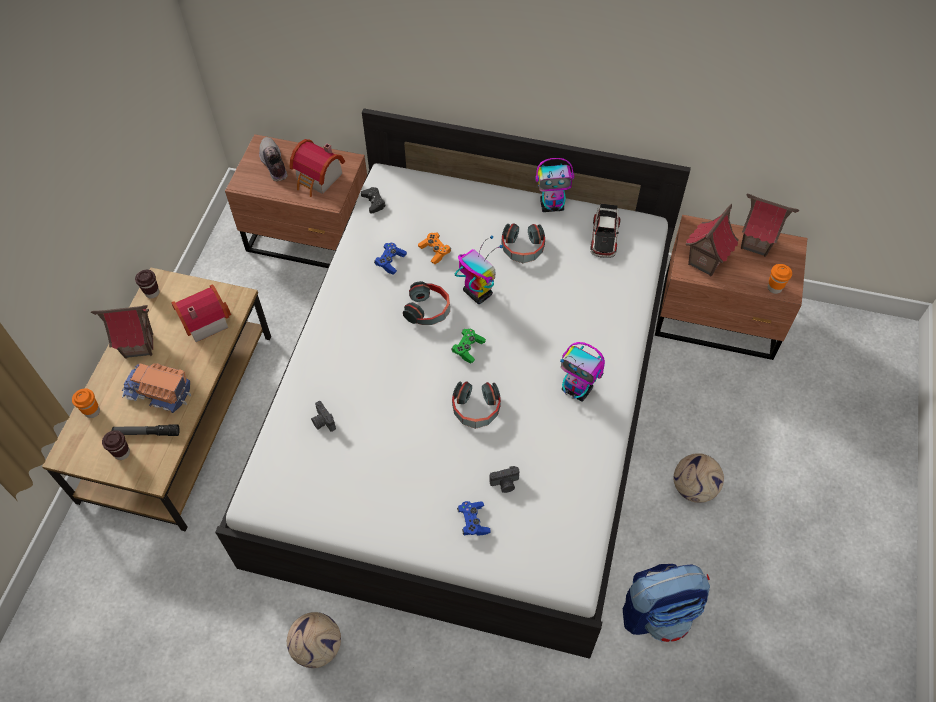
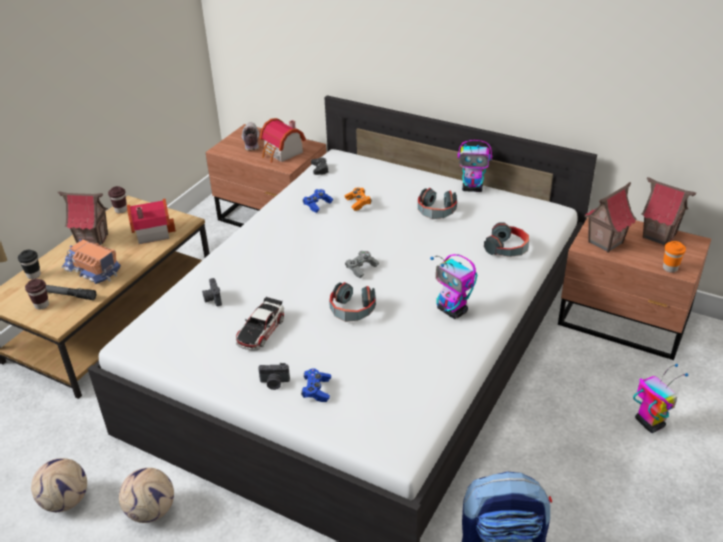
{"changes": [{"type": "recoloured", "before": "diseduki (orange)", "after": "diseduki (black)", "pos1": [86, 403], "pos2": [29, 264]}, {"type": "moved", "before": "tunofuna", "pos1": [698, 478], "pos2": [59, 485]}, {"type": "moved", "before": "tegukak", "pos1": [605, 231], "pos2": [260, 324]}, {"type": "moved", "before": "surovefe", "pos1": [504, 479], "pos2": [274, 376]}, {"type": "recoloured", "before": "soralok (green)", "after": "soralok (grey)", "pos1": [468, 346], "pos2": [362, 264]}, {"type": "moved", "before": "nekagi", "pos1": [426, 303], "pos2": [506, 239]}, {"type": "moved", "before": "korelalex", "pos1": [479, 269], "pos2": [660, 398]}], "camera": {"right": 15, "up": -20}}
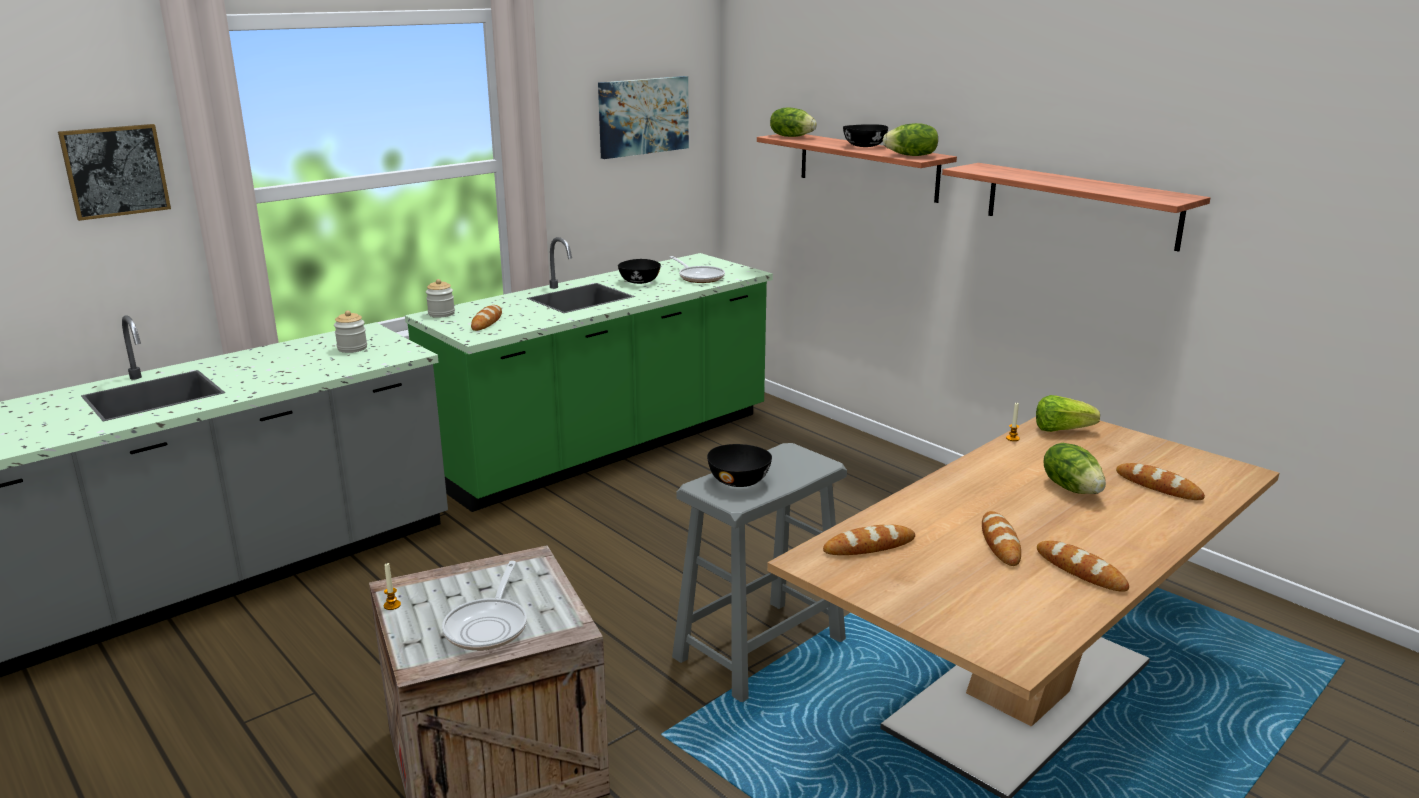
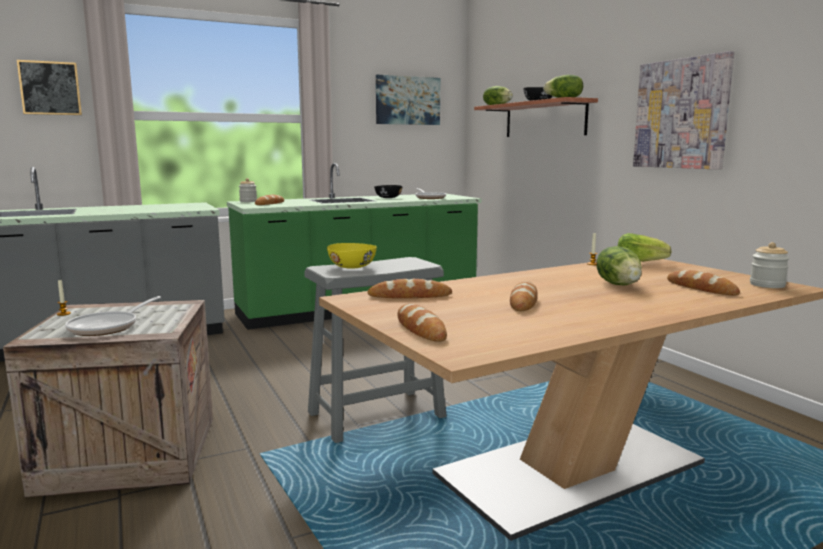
{"changes": [{"type": "recoloured", "before": "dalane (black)", "after": "dalane (yellow)", "pos1": [739, 465], "pos2": [352, 256]}, {"type": "moved", "before": "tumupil", "pos1": [1083, 566], "pos2": [422, 323]}, {"type": "replaced", "before": "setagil", "after": "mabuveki", "pos1": [1076, 207], "pos2": [683, 110]}, {"type": "moved", "before": "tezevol", "pos1": [350, 332], "pos2": [770, 265]}], "camera": {"right": 15, "up": -10}}
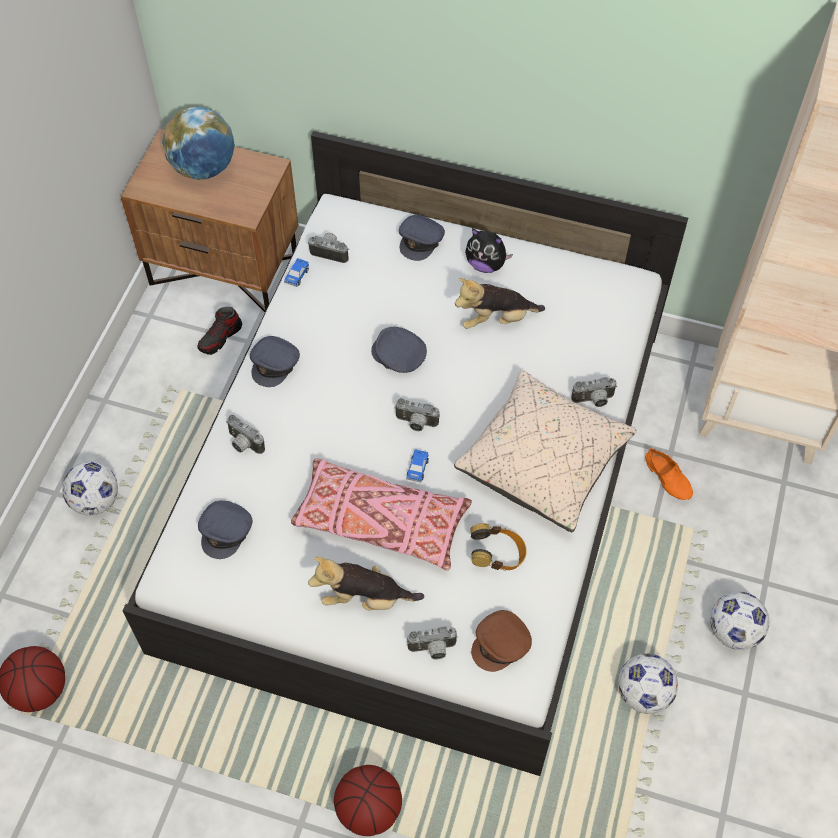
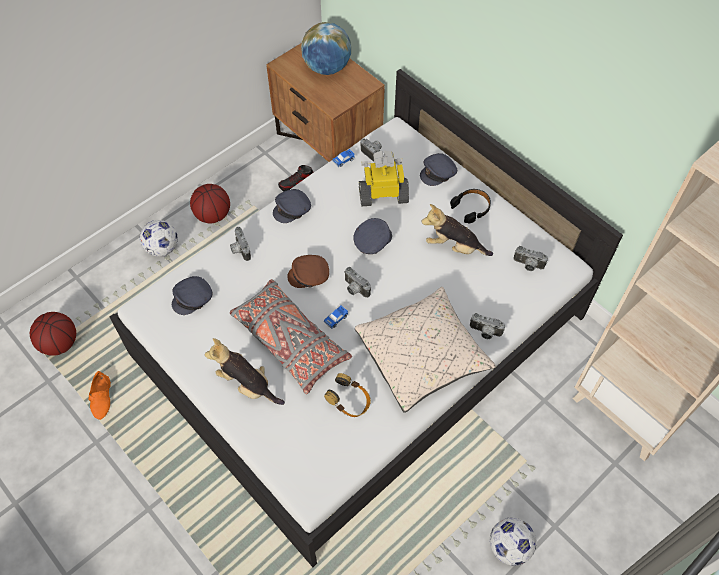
{"changes": [{"type": "moved", "before": "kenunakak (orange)", "pos1": [669, 474], "pos2": [99, 395]}, {"type": "moved", "before": "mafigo", "pos1": [368, 800], "pos2": [210, 204]}, {"type": "recoloured", "before": "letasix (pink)", "after": "letasix (grey)", "pos1": [381, 515], "pos2": [291, 336]}, {"type": "moved", "before": "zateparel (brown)", "pos1": [501, 641], "pos2": [308, 271]}, {"type": "turned", "before": "zateparel (grey)", "pos1": [399, 350], "pos2": [372, 236], "turn": 75}, {"type": "added", "after": "korelalex", "pos2": [384, 178]}, {"type": "replaced", "before": "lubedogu", "after": "nekagi (black)", "pos1": [489, 250], "pos2": [470, 206]}, {"type": "moved", "before": "surovefe", "pos1": [432, 642], "pos2": [530, 258]}, {"type": "removed", "before": "tunofuna", "pos1": [648, 684]}], "camera": {"right": 30, "up": 0}}
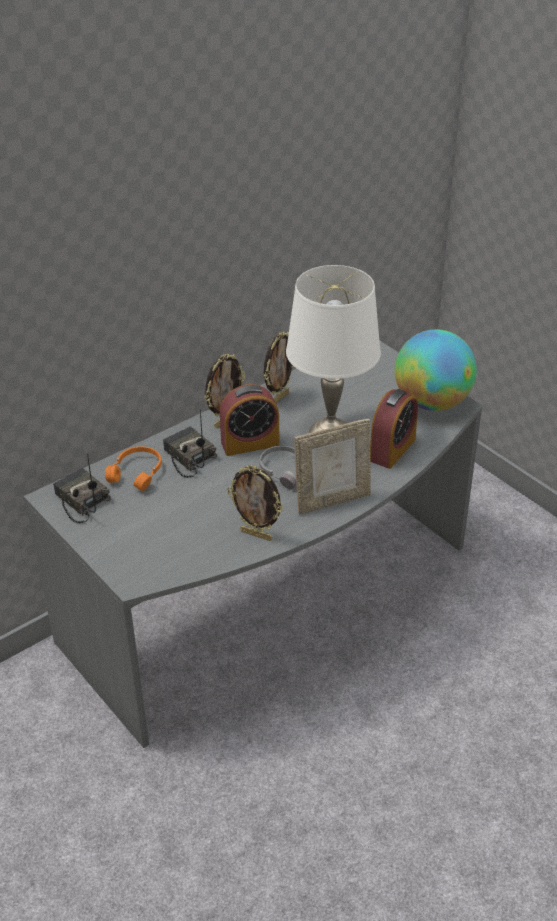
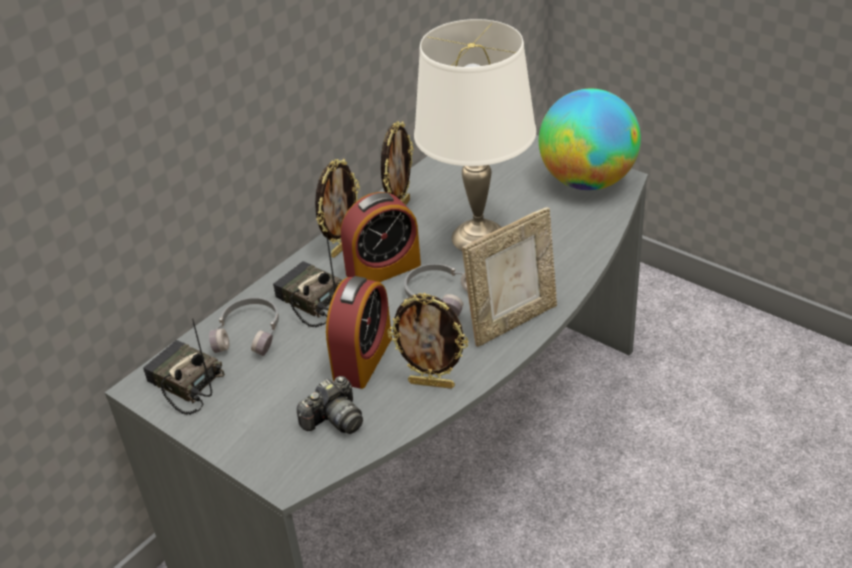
{"changes": [{"type": "recoloured", "before": "nekagi (orange)", "after": "nekagi (grey)", "pos1": [133, 468], "pos2": [244, 326]}, {"type": "added", "after": "surovefe", "pos2": [330, 405]}, {"type": "moved", "before": "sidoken", "pos1": [394, 429], "pos2": [359, 332]}], "camera": {"right": -10, "up": 0}}
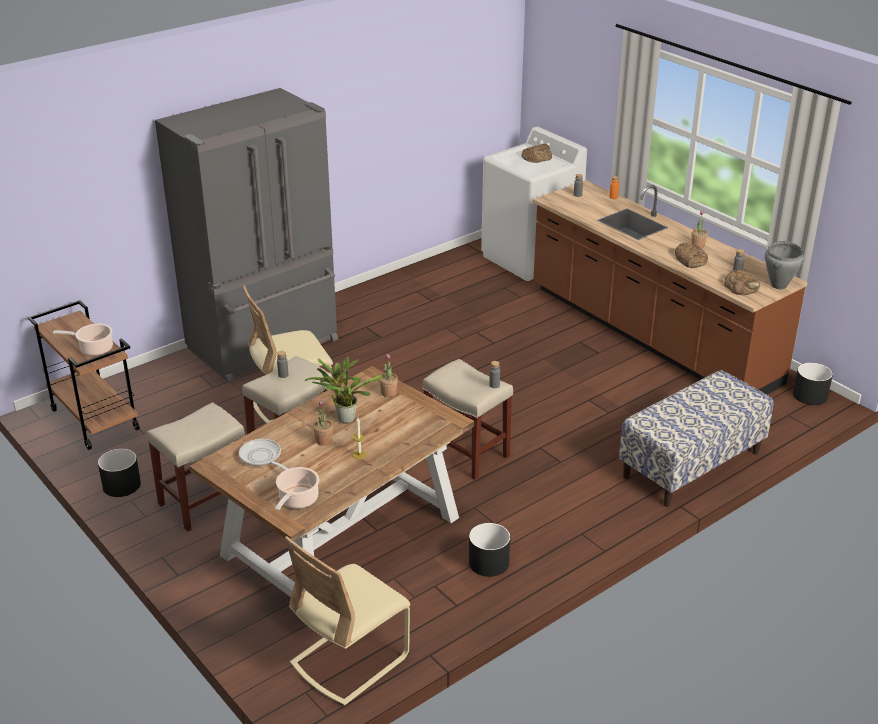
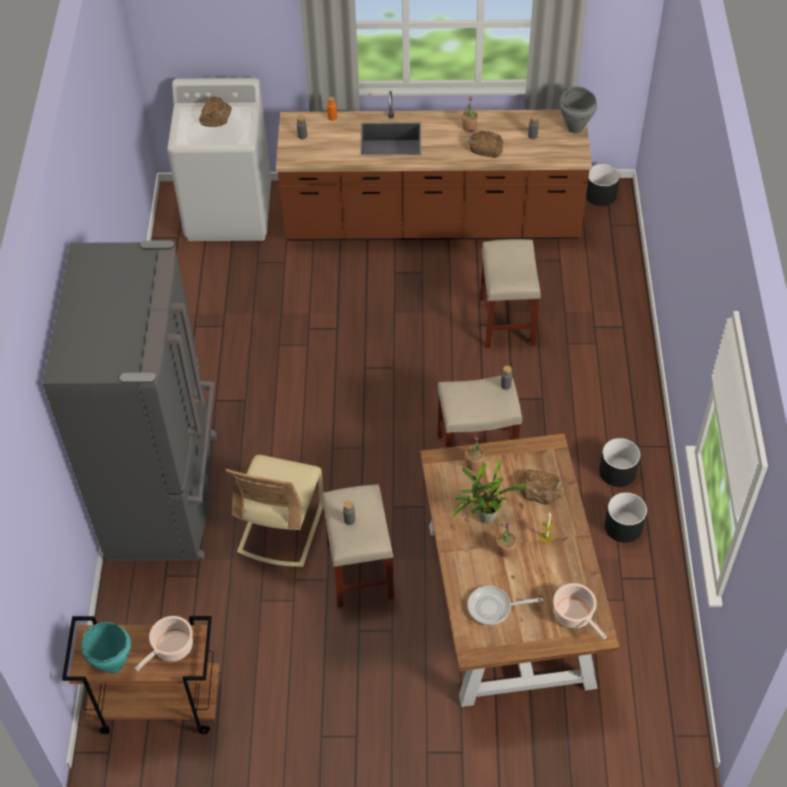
{"changes": [{"type": "added", "after": "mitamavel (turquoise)", "pos2": [106, 648]}, {"type": "moved", "before": "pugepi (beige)", "pos1": [196, 467], "pos2": [510, 293]}, {"type": "moved", "before": "tumupil", "pos1": [742, 282], "pos2": [541, 487]}, {"type": "moved", "before": "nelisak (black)", "pos1": [119, 472], "pos2": [619, 462]}, {"type": "removed", "before": "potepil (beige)", "pos1": [347, 621]}, {"type": "removed", "before": "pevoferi", "pos1": [696, 438]}], "camera": {"right": -50, "up": 20}}
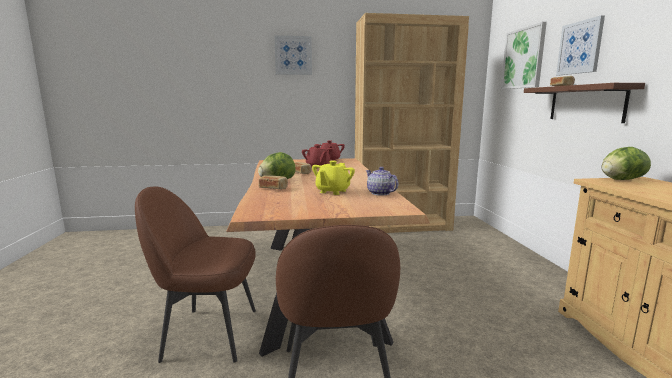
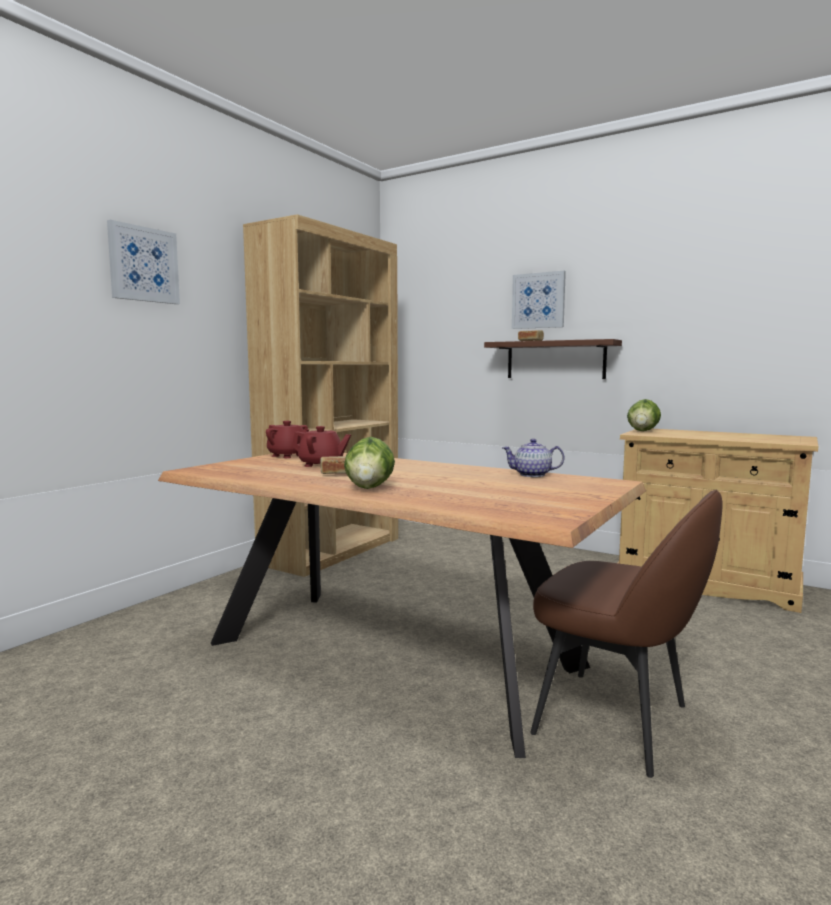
{"changes": [{"type": "removed", "before": "potepil (brown)", "pos1": [195, 275]}, {"type": "removed", "before": "tumupil", "pos1": [273, 182]}, {"type": "removed", "before": "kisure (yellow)", "pos1": [333, 178]}, {"type": "removed", "before": "mabuveki", "pos1": [524, 55]}], "camera": {"right": -50, "up": -5}}
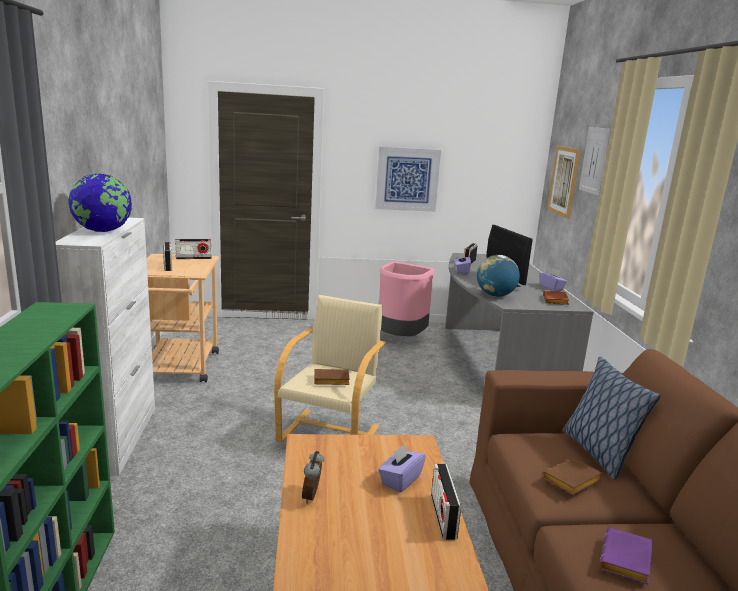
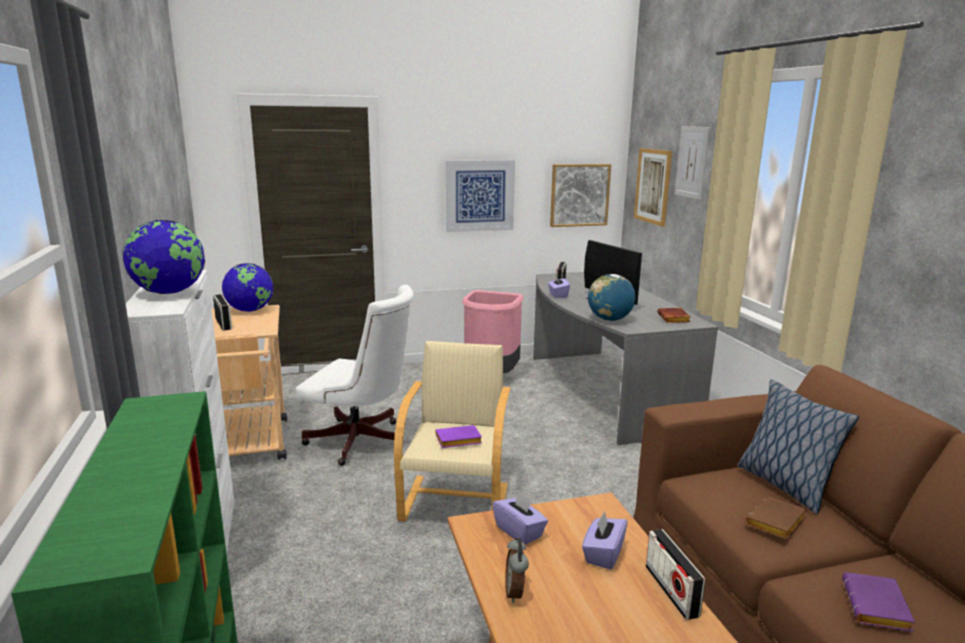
{"changes": [{"type": "replaced", "before": "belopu", "after": "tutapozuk", "pos1": [193, 249], "pos2": [247, 287]}, {"type": "added", "after": "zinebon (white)", "pos2": [355, 375]}, {"type": "recoloured", "before": "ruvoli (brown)", "after": "ruvoli (purple)", "pos1": [332, 377], "pos2": [459, 436]}, {"type": "moved", "before": "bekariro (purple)", "pos1": [553, 279], "pos2": [520, 517]}, {"type": "added", "after": "mabuveki", "pos2": [580, 195]}], "camera": {"right": -10, "up": 0}}
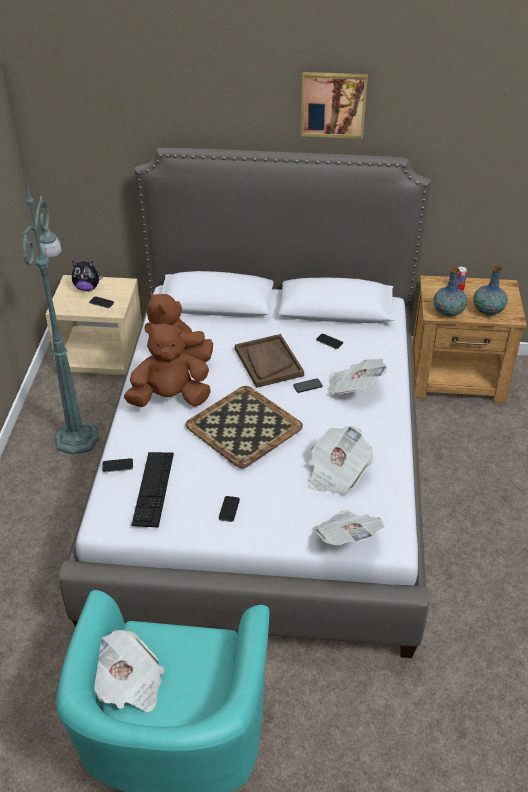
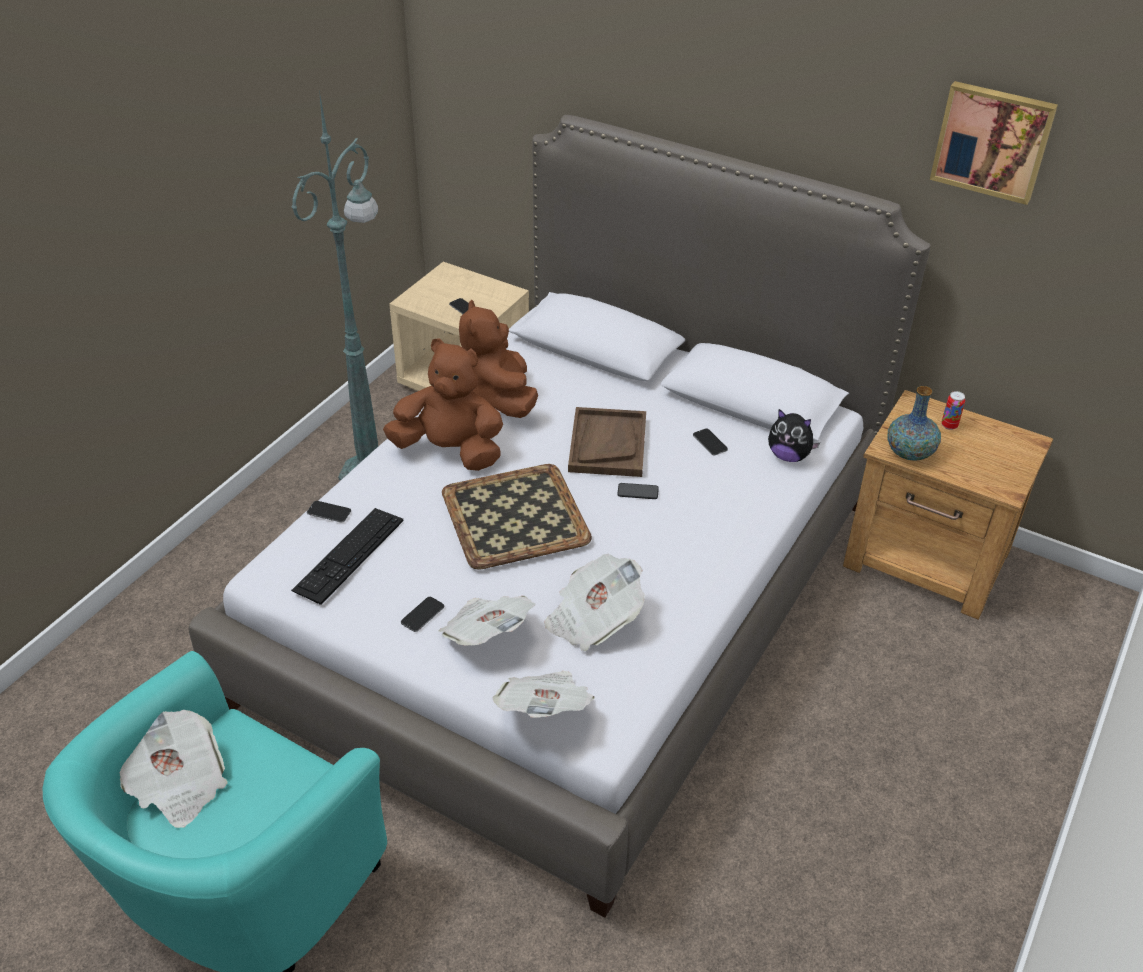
{"changes": [{"type": "moved", "before": "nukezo", "pos1": [358, 376], "pos2": [487, 621]}, {"type": "moved", "before": "lubedogu", "pos1": [87, 276], "pos2": [794, 435]}, {"type": "moved", "before": "mabuveki", "pos1": [334, 105], "pos2": [994, 143]}, {"type": "removed", "before": "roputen", "pos1": [490, 290]}], "camera": {"right": 25, "up": 0}}
